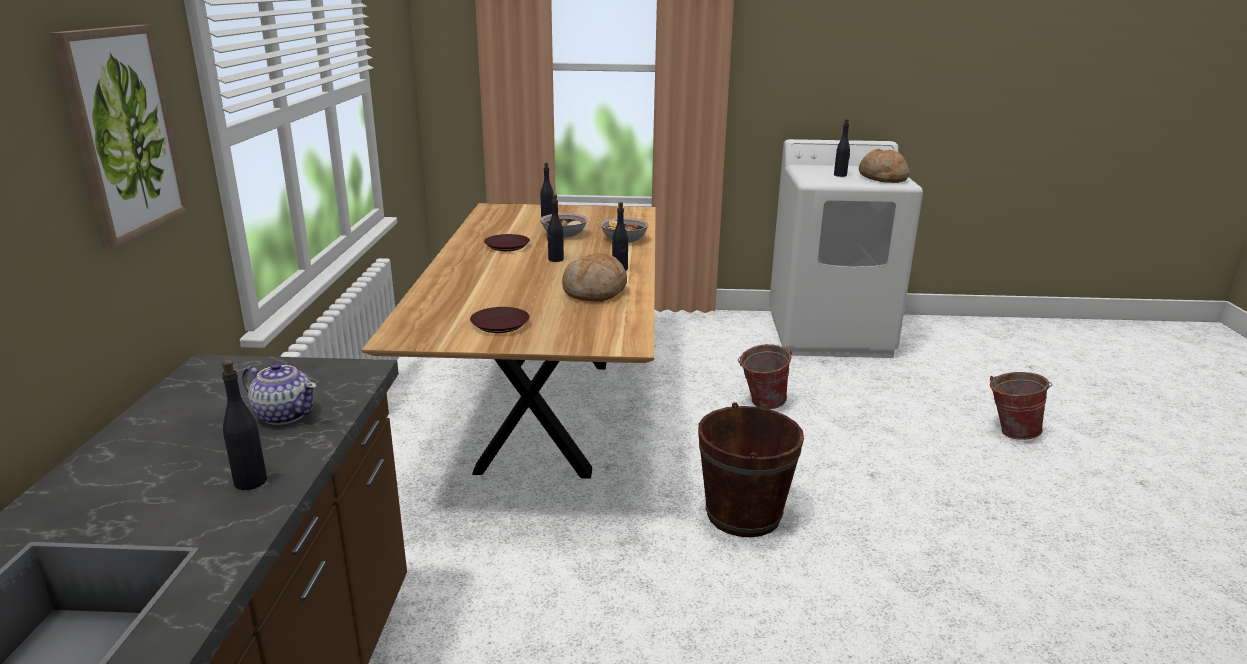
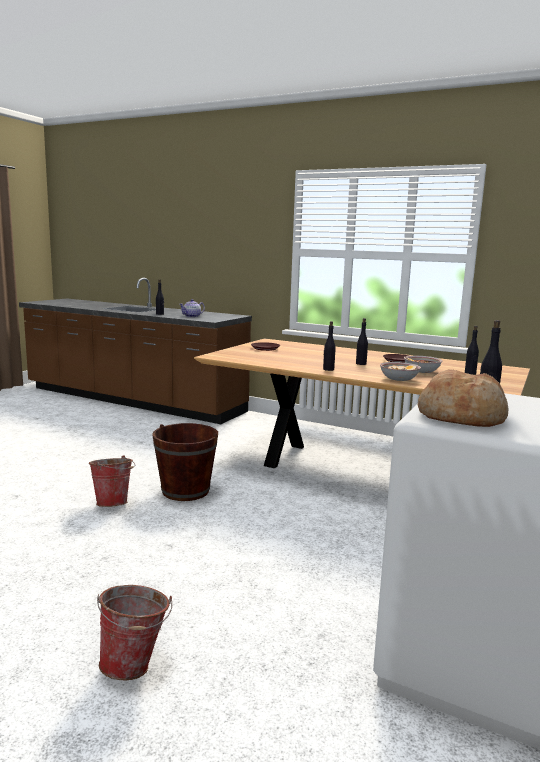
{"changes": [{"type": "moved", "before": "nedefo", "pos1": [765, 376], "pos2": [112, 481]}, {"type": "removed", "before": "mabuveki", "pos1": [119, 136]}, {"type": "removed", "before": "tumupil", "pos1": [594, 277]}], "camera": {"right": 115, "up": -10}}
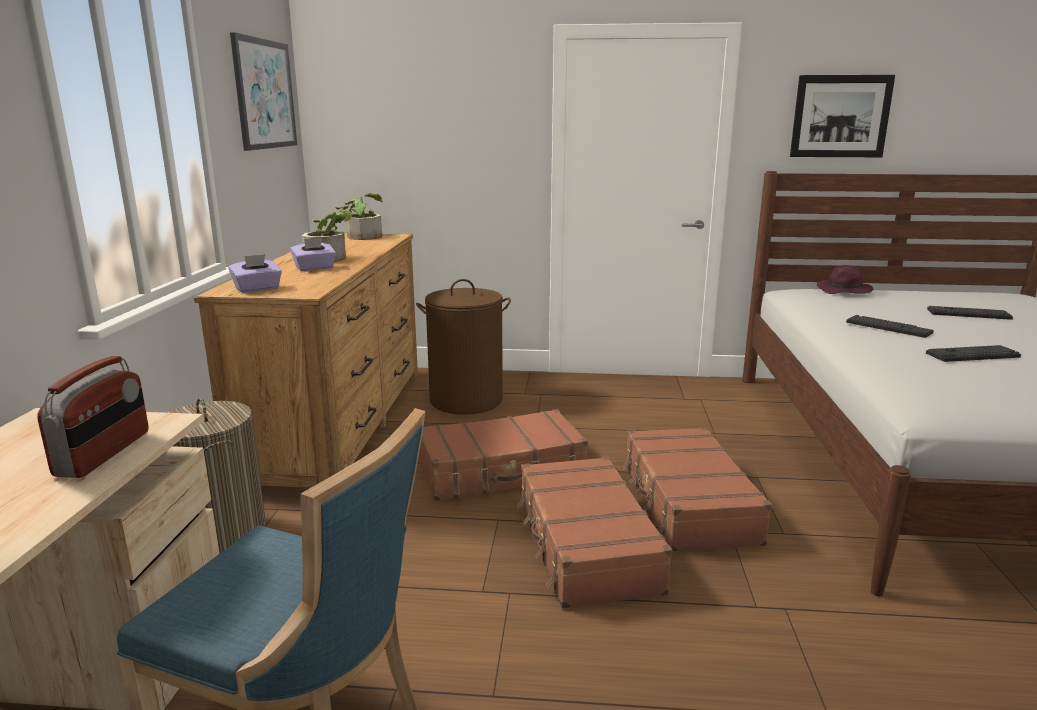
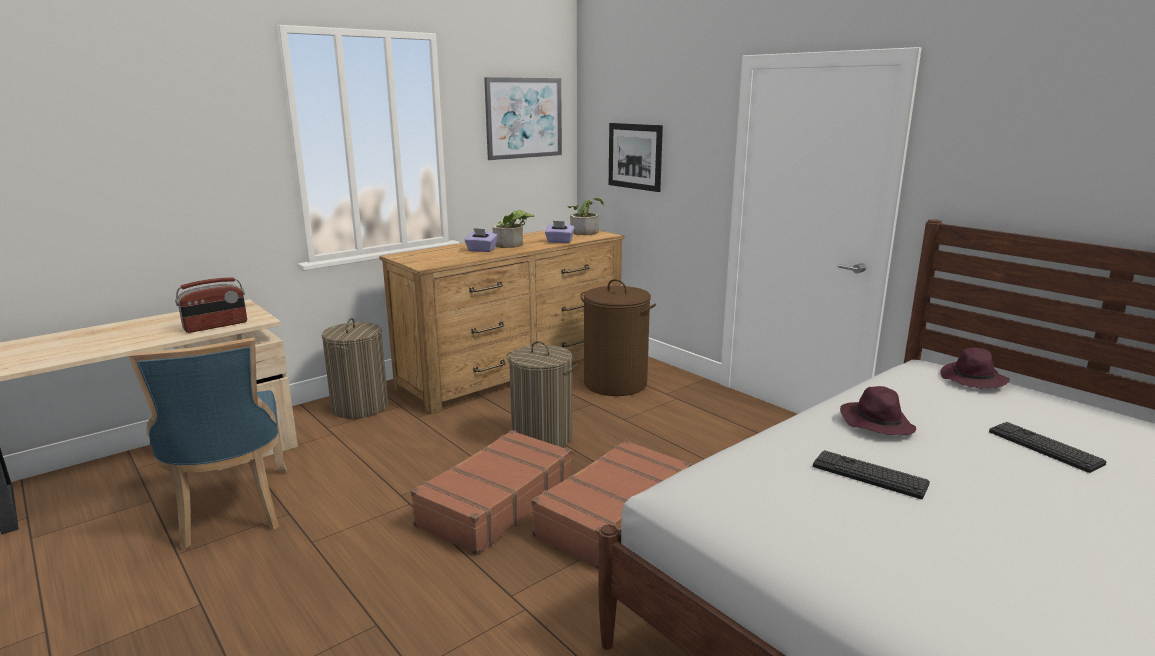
{"changes": [{"type": "replaced", "before": "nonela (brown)", "after": "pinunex", "pos1": [503, 455], "pos2": [542, 394]}, {"type": "moved", "before": "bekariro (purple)", "pos1": [255, 273], "pos2": [560, 232]}, {"type": "moved", "before": "mabuveki", "pos1": [842, 116], "pos2": [636, 157]}, {"type": "replaced", "before": "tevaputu", "after": "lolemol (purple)", "pos1": [890, 326], "pos2": [878, 410]}], "camera": {"right": 45, "up": 0}}
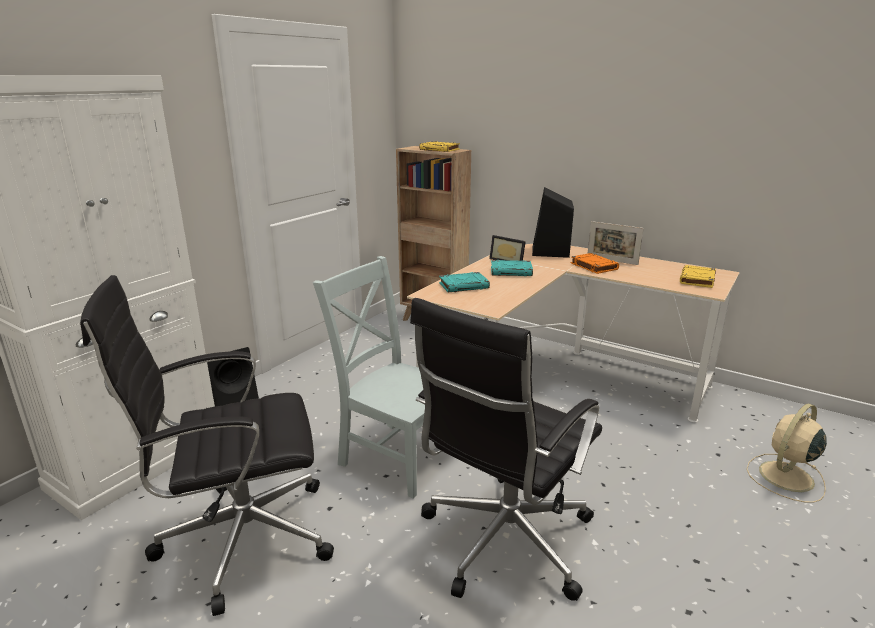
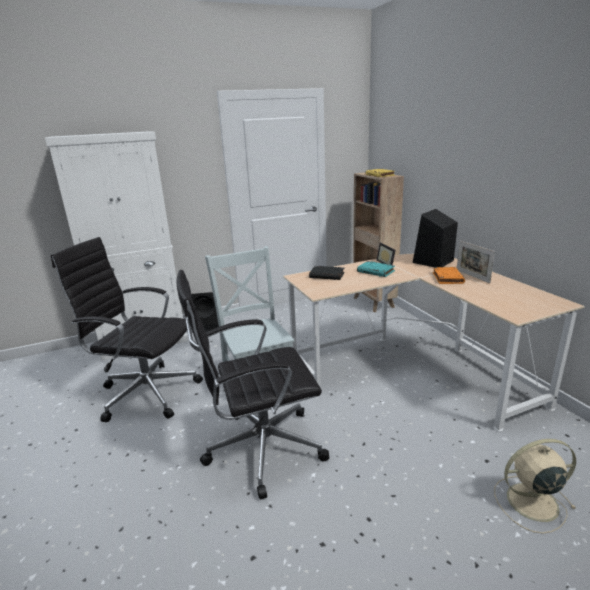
{"changes": [{"type": "recoloured", "before": "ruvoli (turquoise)", "after": "ruvoli (black)", "pos1": [464, 282], "pos2": [326, 273]}, {"type": "removed", "before": "ruvoli (yellow)", "pos1": [698, 276]}], "camera": {"right": 35, "up": 0}}
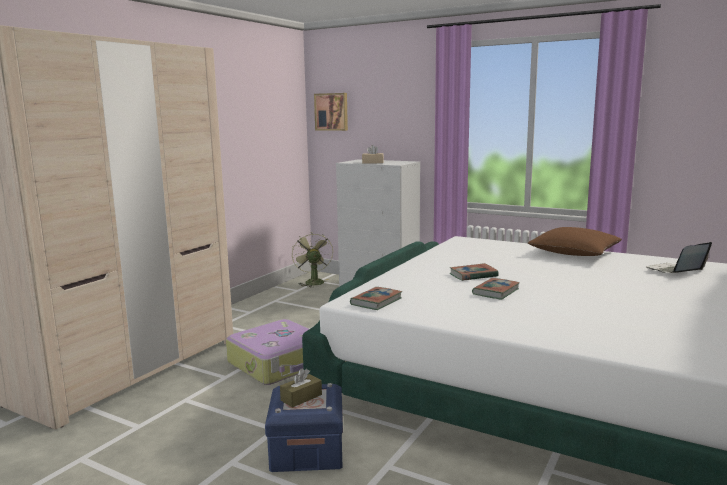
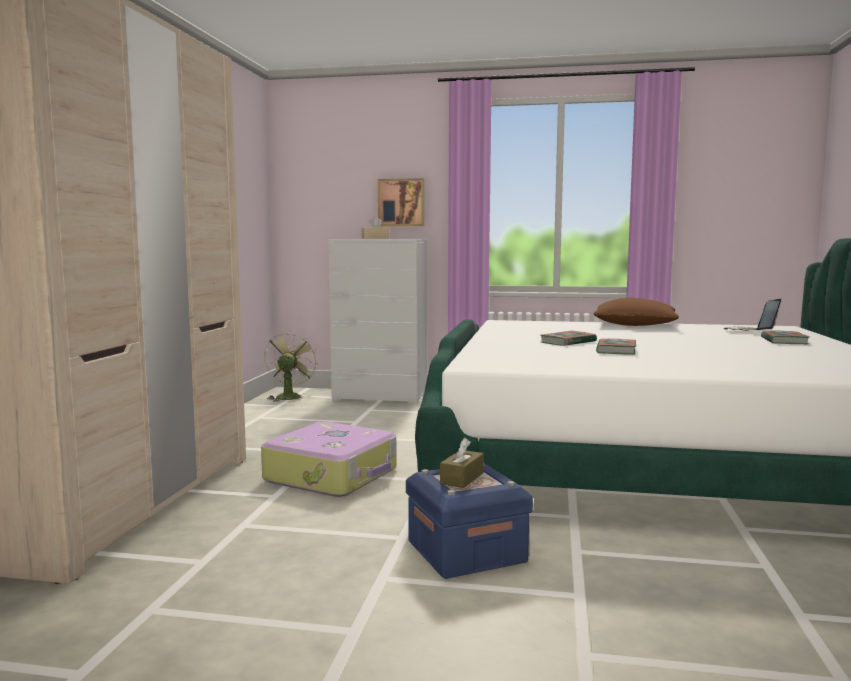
{"changes": [{"type": "turned", "before": "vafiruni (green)", "pos1": [312, 261], "pos2": [291, 366], "turn": 45}, {"type": "moved", "before": "mabuveki", "pos1": [331, 112], "pos2": [401, 202]}, {"type": "moved", "before": "ruvoli", "pos1": [376, 298], "pos2": [785, 337]}], "camera": {"right": -20, "up": -5}}
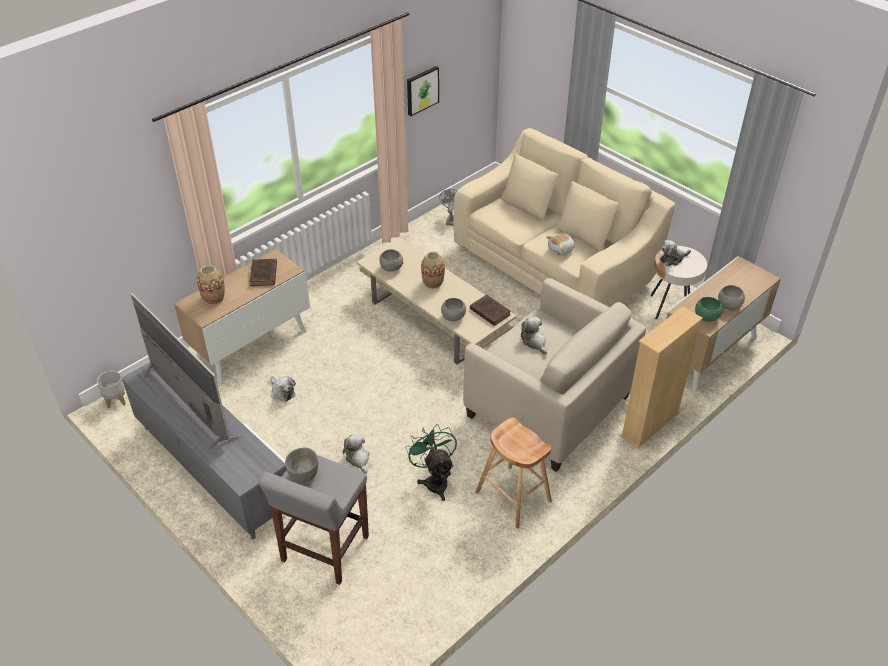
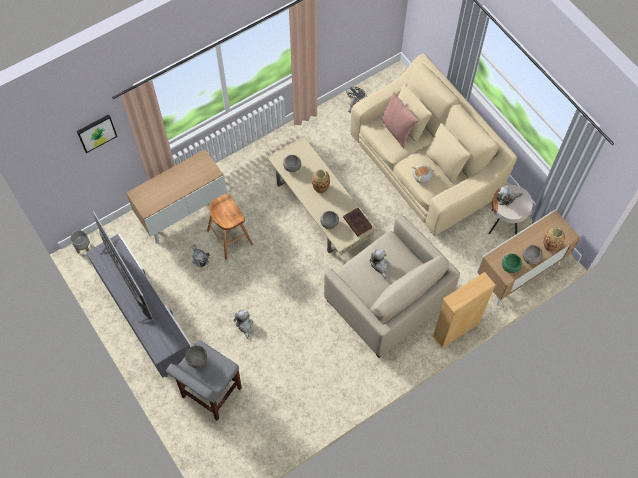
{"changes": [{"type": "moved", "before": "mabuveki", "pos1": [423, 91], "pos2": [97, 133]}, {"type": "moved", "before": "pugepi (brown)", "pos1": [514, 473], "pos2": [230, 227]}, {"type": "added", "after": "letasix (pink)", "pos2": [400, 119]}, {"type": "moved", "before": "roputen", "pos1": [211, 285], "pos2": [554, 240]}, {"type": "removed", "before": "ruvoli (brown)", "pos1": [263, 272]}, {"type": "removed", "before": "vafiruni (green)", "pos1": [431, 462]}], "camera": {"right": 10, "up": 20}}
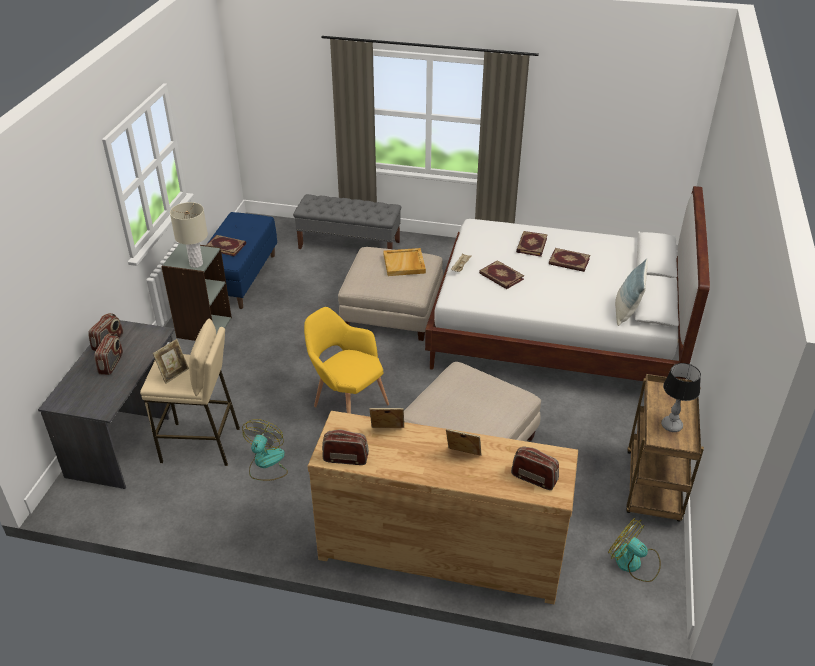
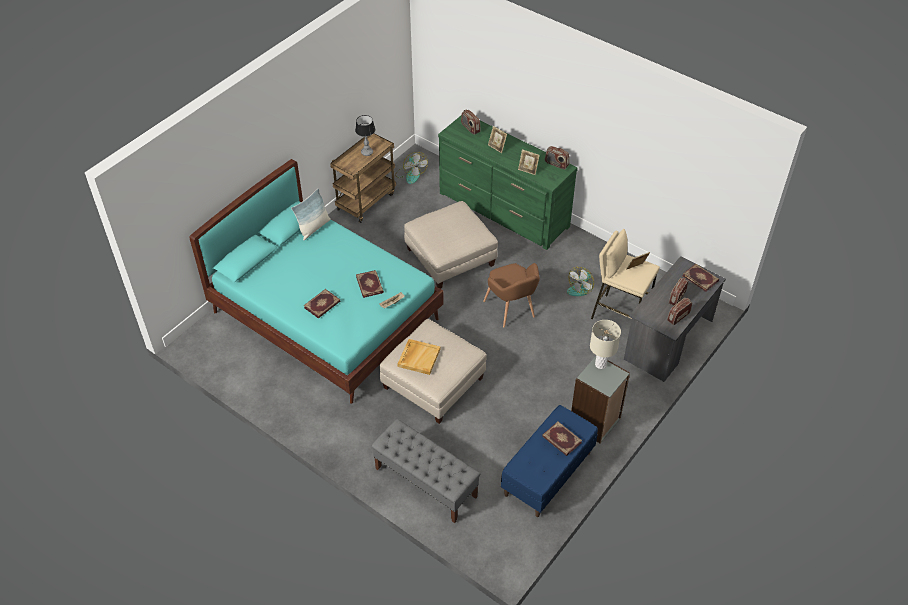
{"changes": [{"type": "recoloured", "before": "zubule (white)", "after": "zubule (turquoise)", "pos1": [567, 283], "pos2": [316, 281]}, {"type": "recoloured", "before": "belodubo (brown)", "after": "belodubo (green)", "pos1": [443, 507], "pos2": [508, 183]}, {"type": "recoloured", "before": "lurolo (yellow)", "after": "lurolo (brown)", "pos1": [346, 360], "pos2": [511, 295]}, {"type": "moved", "before": "ruvoli", "pos1": [569, 260], "pos2": [701, 278]}], "camera": {"right": -155, "up": 10}}
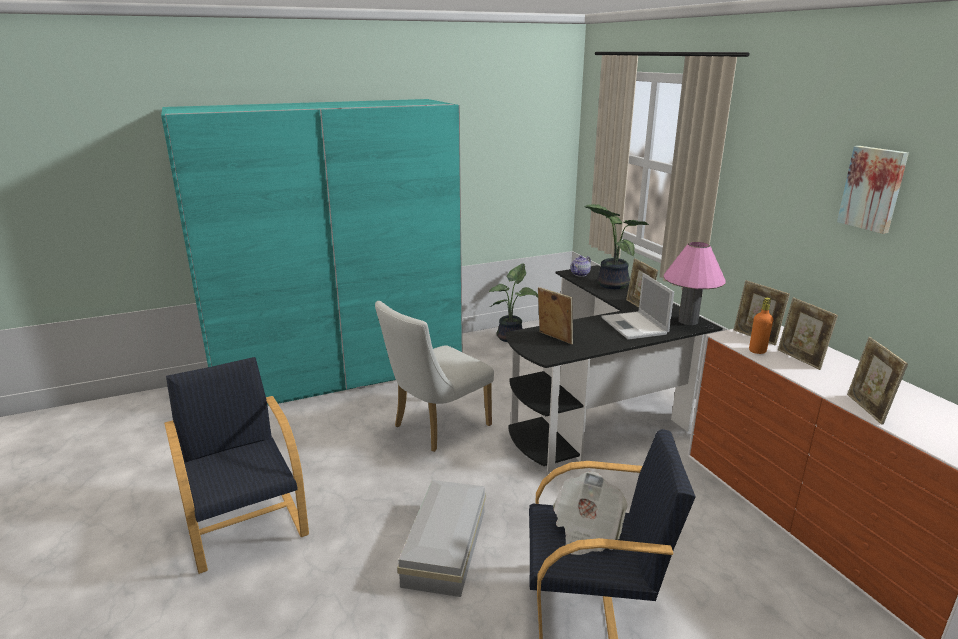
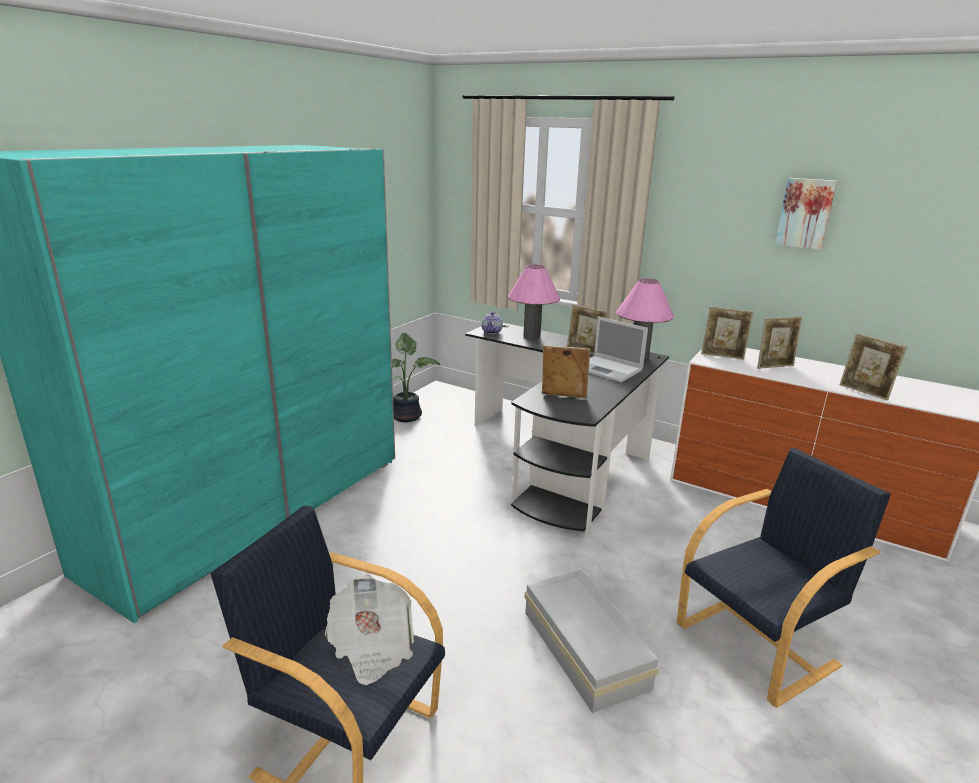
{"changes": [{"type": "moved", "before": "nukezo", "pos1": [590, 513], "pos2": [369, 630]}, {"type": "replaced", "before": "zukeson", "after": "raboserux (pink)", "pos1": [617, 246], "pos2": [534, 301]}, {"type": "turned", "before": "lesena", "pos1": [808, 333], "pos2": [779, 343], "turn": -45}, {"type": "removed", "before": "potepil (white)", "pos1": [434, 376]}, {"type": "removed", "before": "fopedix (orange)", "pos1": [761, 326]}], "camera": {"right": -35, "up": 0}}
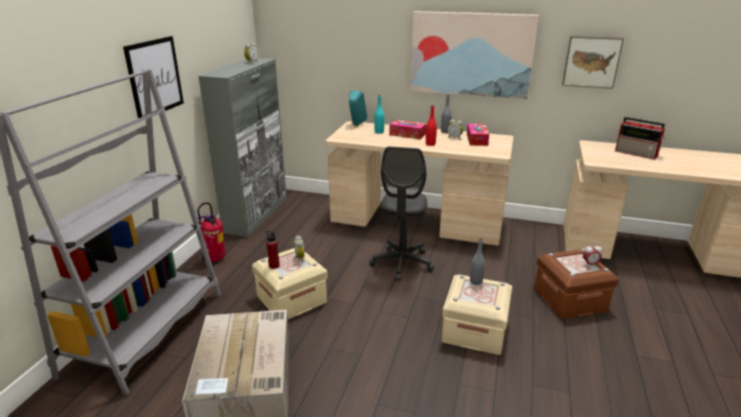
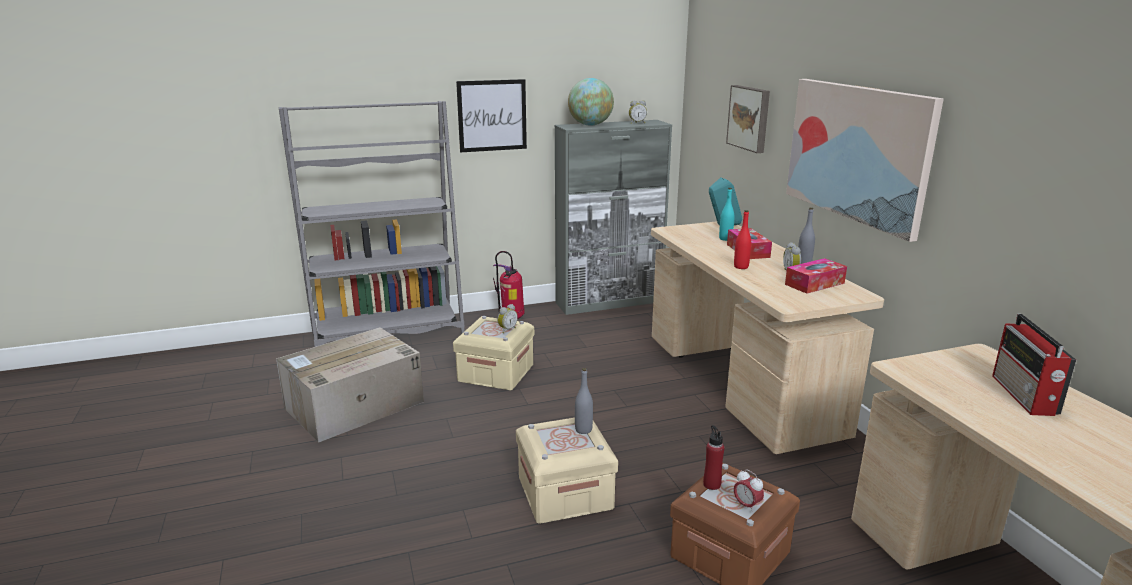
{"changes": [{"type": "added", "after": "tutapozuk", "pos2": [591, 102]}, {"type": "moved", "before": "fopedix (red)", "pos1": [272, 250], "pos2": [713, 457]}, {"type": "moved", "before": "mabuveki", "pos1": [593, 62], "pos2": [748, 119]}, {"type": "removed", "before": "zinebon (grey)", "pos1": [401, 214]}], "camera": {"right": 55, "up": -5}}
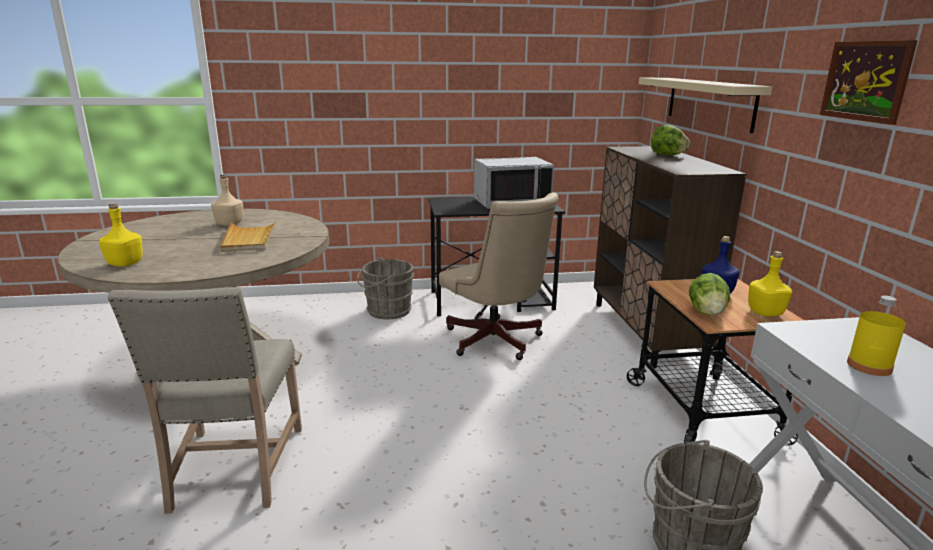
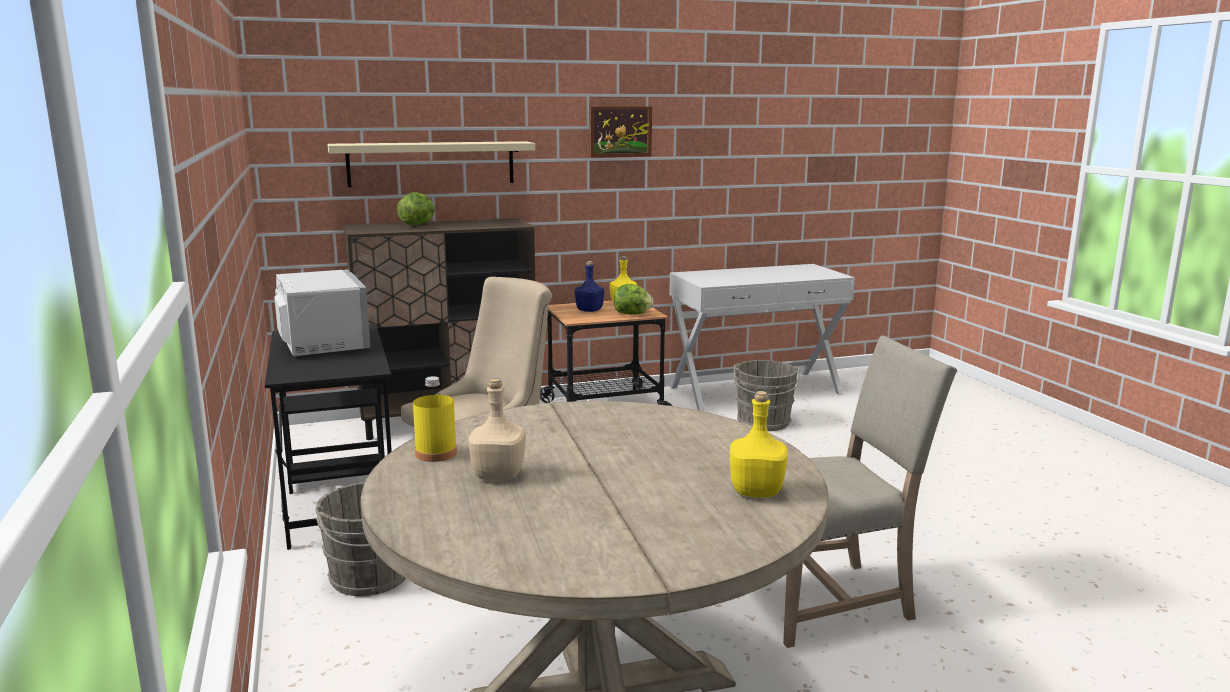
{"changes": [{"type": "moved", "before": "fopedix (yellow)", "pos1": [876, 336], "pos2": [435, 419]}, {"type": "removed", "before": "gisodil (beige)", "pos1": [248, 236]}], "camera": {"right": -100, "up": -5}}
